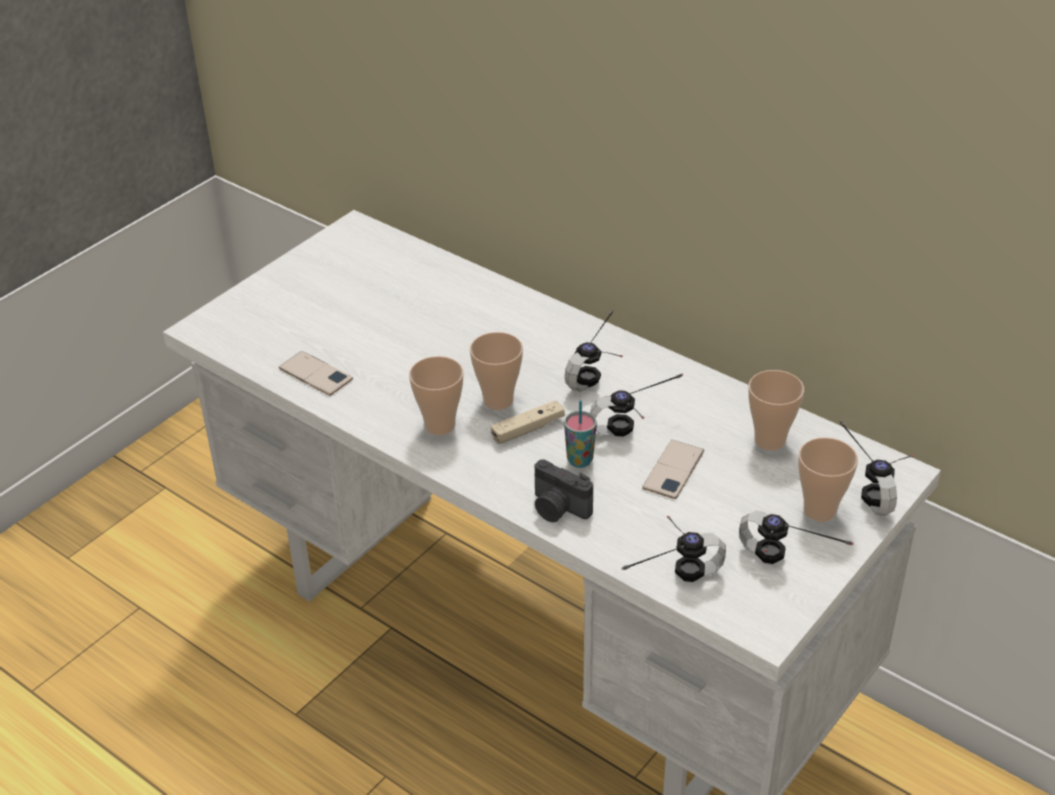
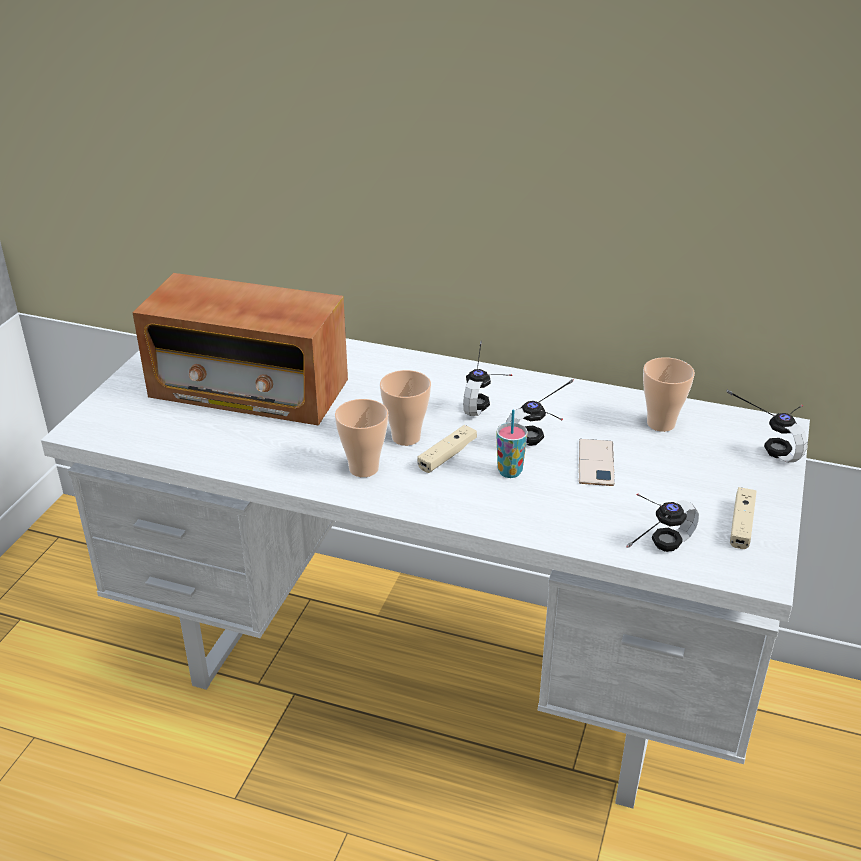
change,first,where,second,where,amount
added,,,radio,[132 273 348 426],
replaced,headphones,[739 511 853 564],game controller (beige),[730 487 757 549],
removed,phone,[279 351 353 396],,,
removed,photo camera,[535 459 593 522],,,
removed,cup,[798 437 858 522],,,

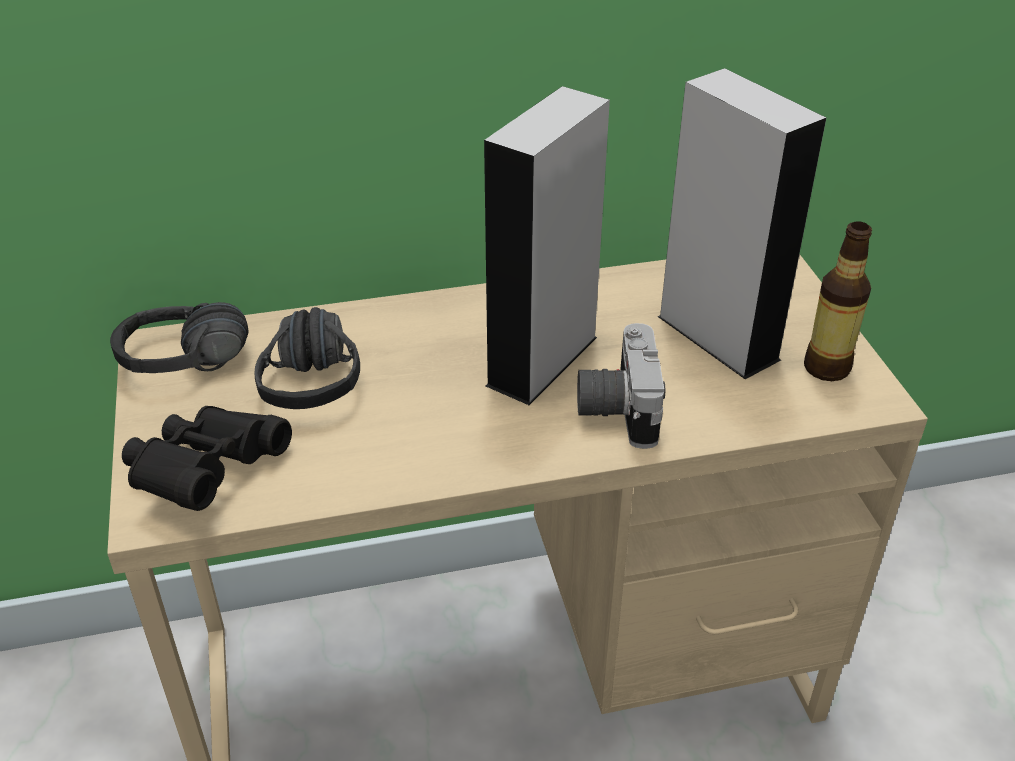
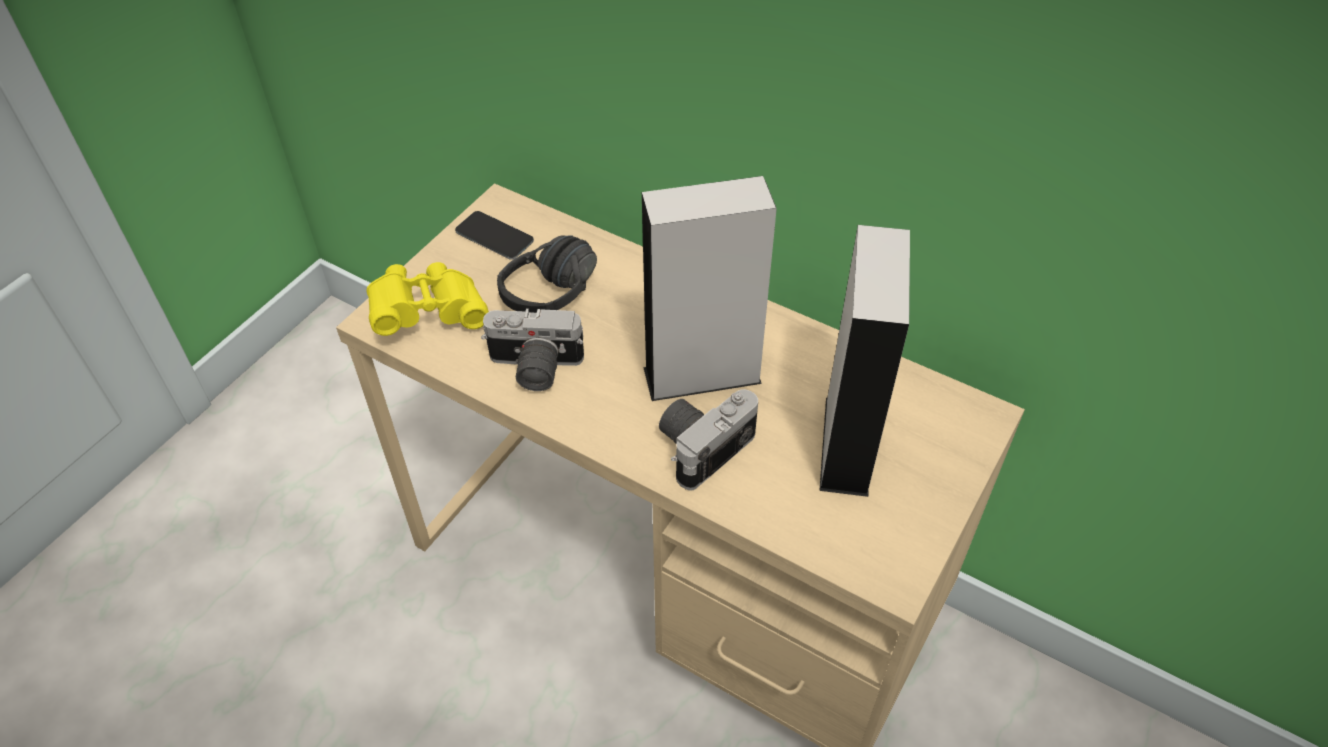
change,first,where,second,where,amount
recoloured,binoculars (black),[122 406 292 511],binoculars (yellow),[367 262 489 336],
replaced,headphones (black),[110 302 248 373],phone,[455 211 534 260],
added,,,photo camera,[481 308 584 391],
removed,bottle,[804 221 872 381],,,

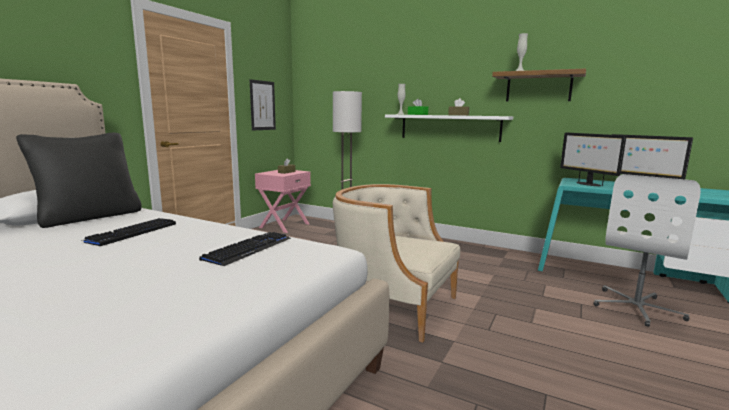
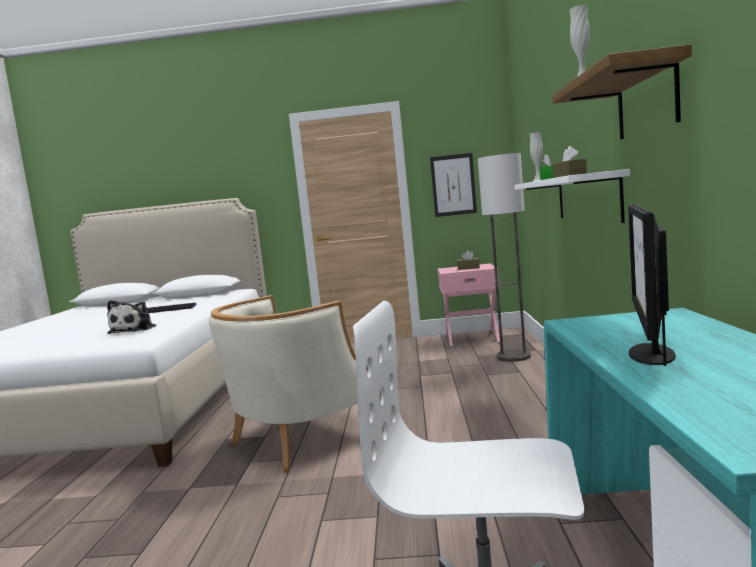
change,first,where,second,where,amount
replaced,keyboard,[199 232 291 266],plush toy,[107 300 156 334],
turned,armchair (beige),[333 184 460 343],,[209 295 381 473],135 degrees counterclockwise
removed,pillow (black),[16 133 142 228],,,
removed,monitor,[560 132 627 186],,,

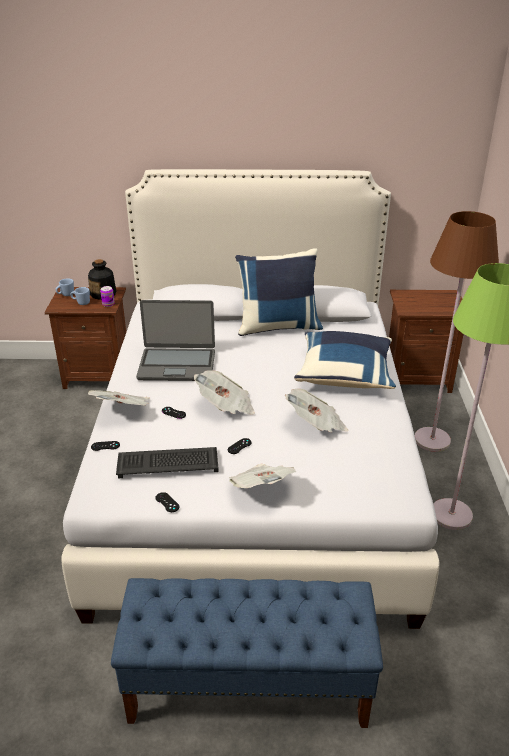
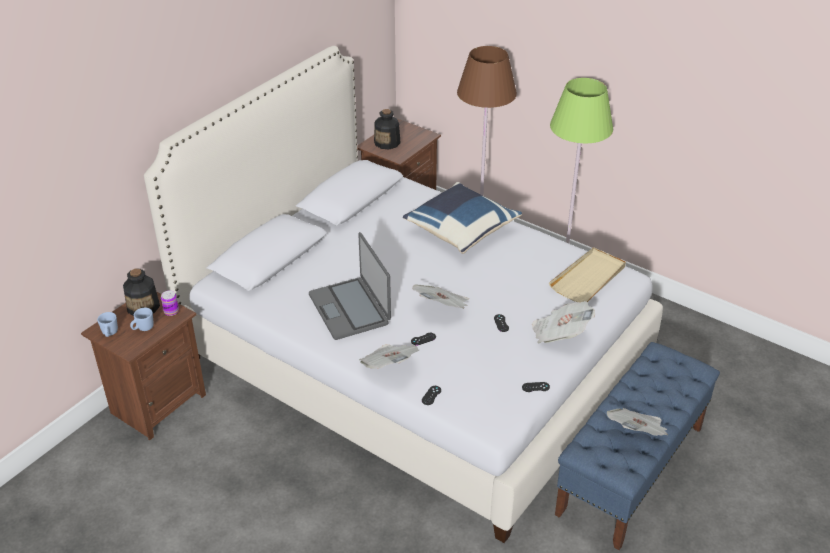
change,first,where,second,where,amount
turned,laptop,[136 300 215 381],,[309 232 391 340],120 degrees clockwise
added,,,bottle,[374 109 401 149],
added,,,tray (beige),[549 247 626 302],
moved,newspaper,[285 389 349 433],,[606 408 668 436],
removed,keyboard,[116 447 219 478],,,
removed,pillow (blue),[235 248 323 336],,,

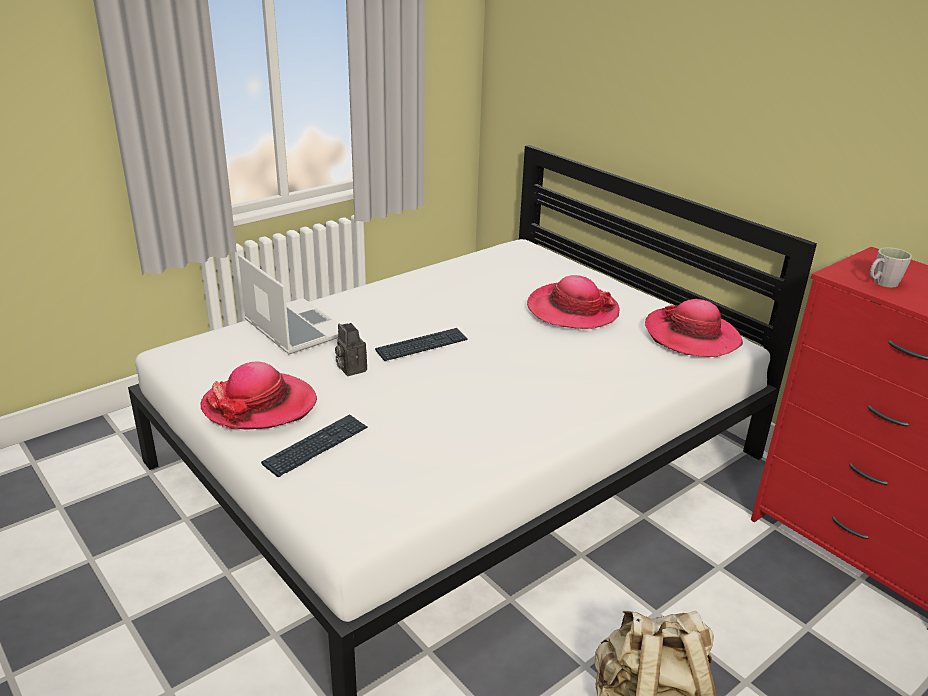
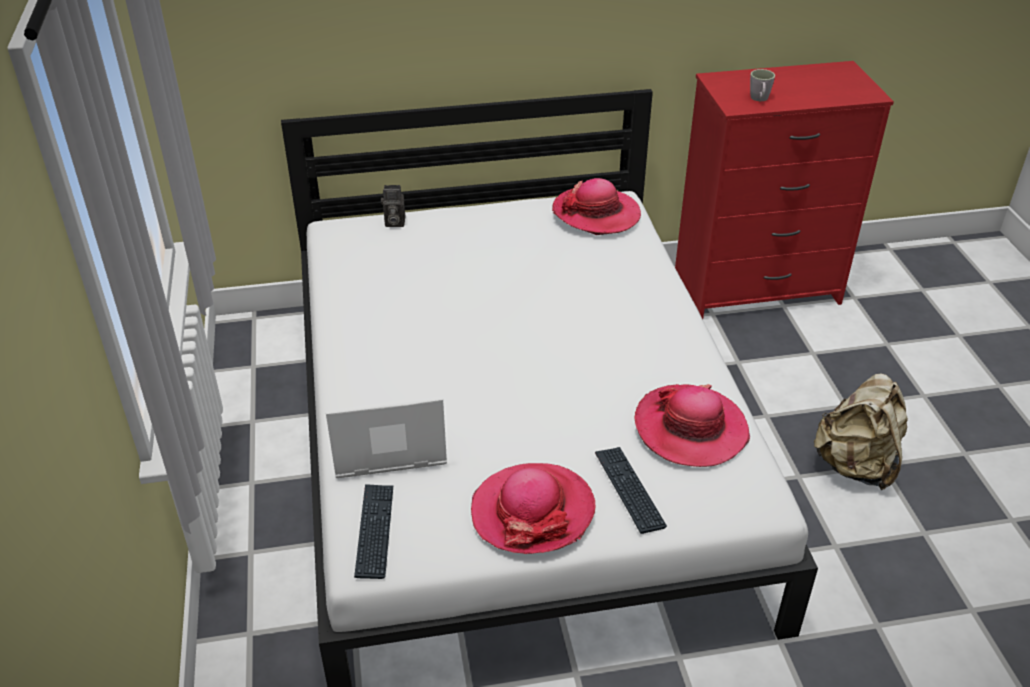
change,first,where,second,where,amount
moved,keyboard,[375 328 468 361],,[354 484 393 579],
moved,photo camera,[335 323 367 376],,[381 185 405 227],
moved,hat,[527 275 620 329],,[635 384 750 467],

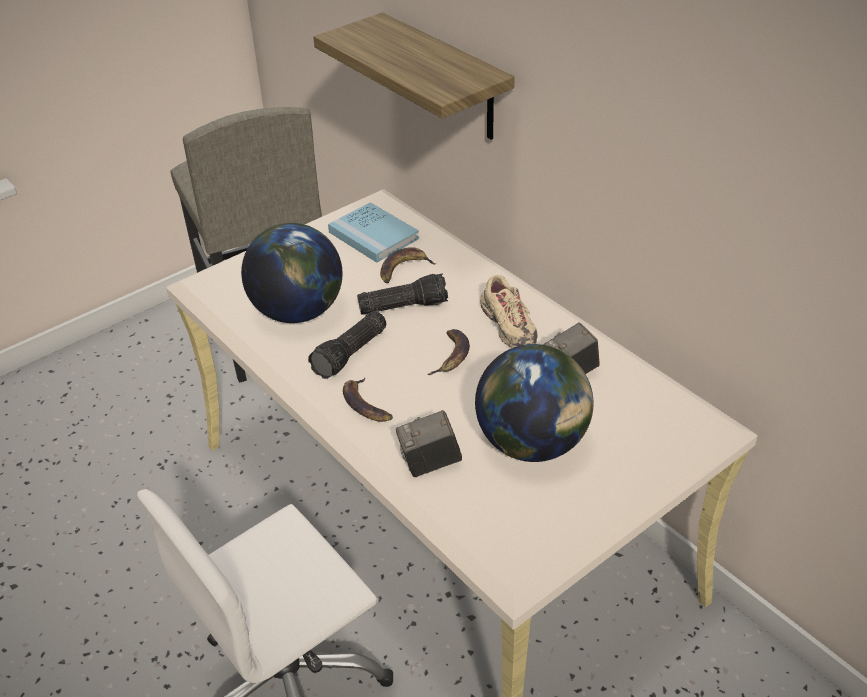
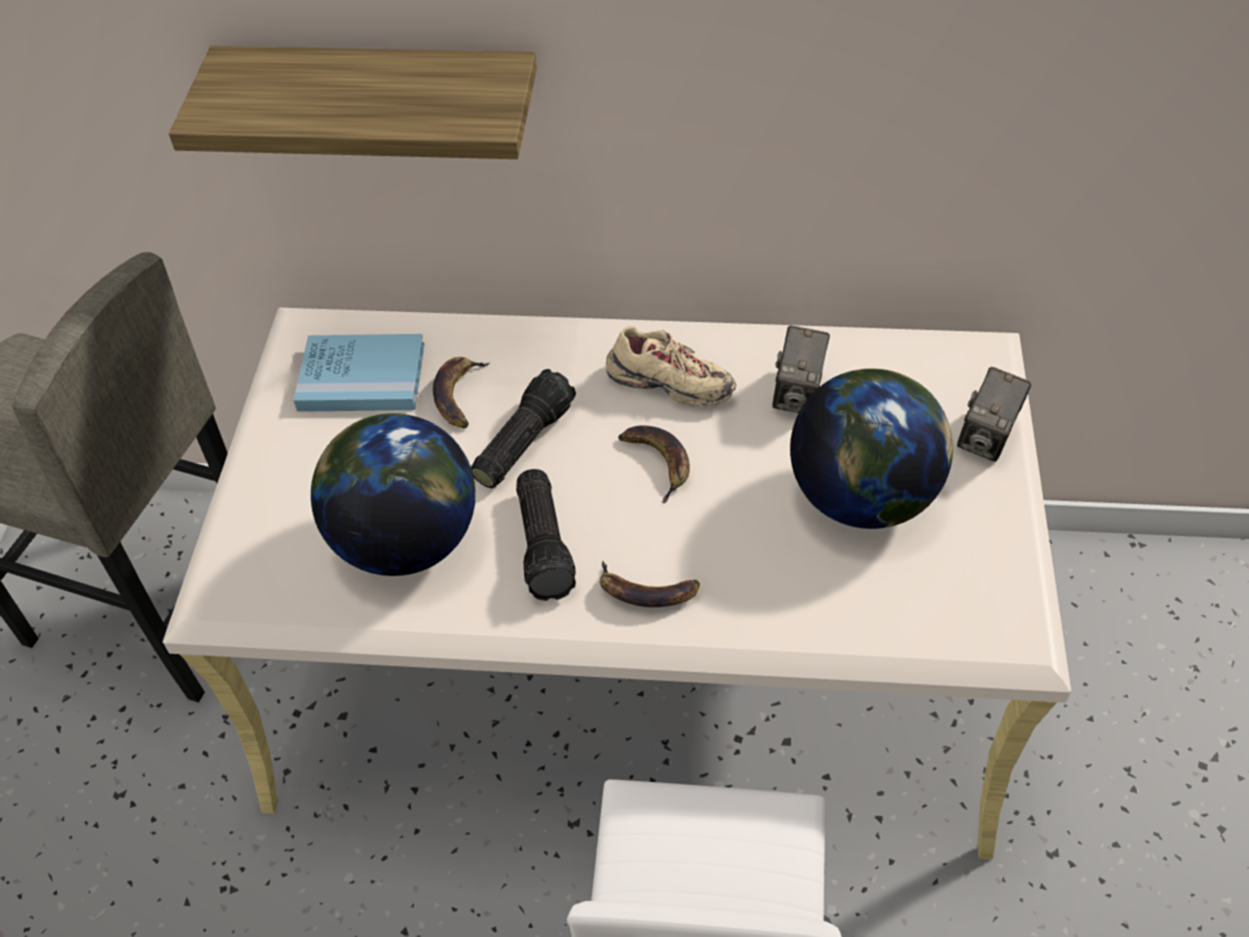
change,first,where,second,where,amount
moved,photo camera,[396 410 462 477],,[957 367 1031 462],

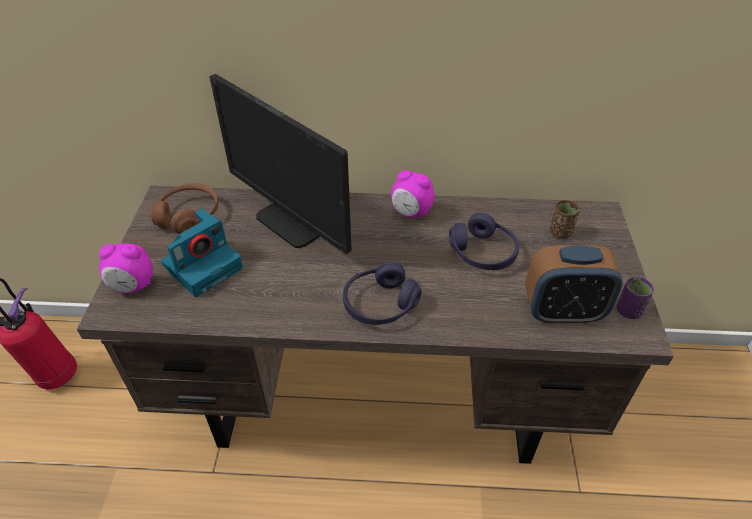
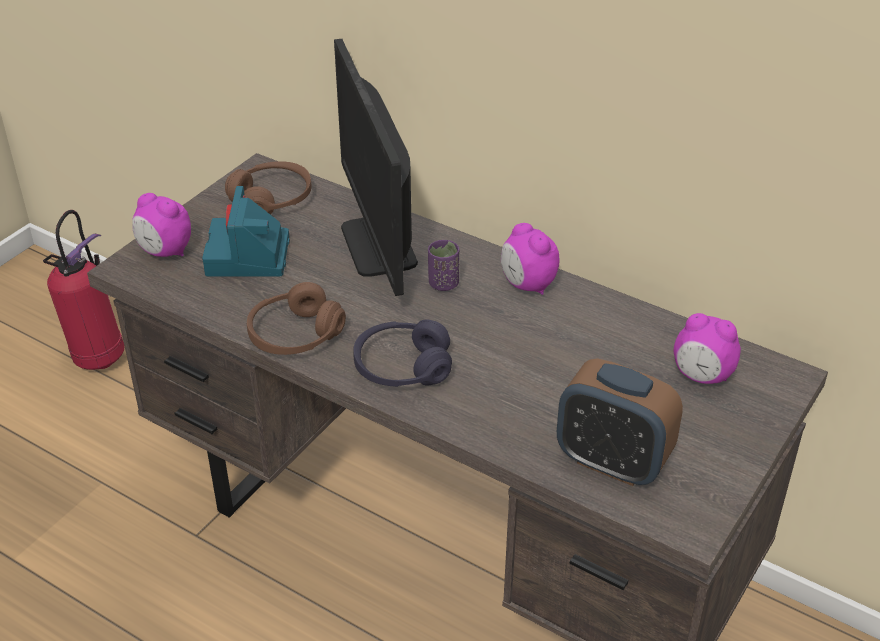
change,first,where,second,where,amount
turned,photo camera,[161 209 243 297],,[202 186 290 276],105 degrees clockwise
added,,,headphones (brown),[247 282 346 355],
moved,cup (purple),[616 277 654 319],,[428 240 459 291],
replaced,cup (brown),[549 200 580 238],alarm clock,[674 313 741 384],
removed,headphones (purple),[449 213 519 270],,,

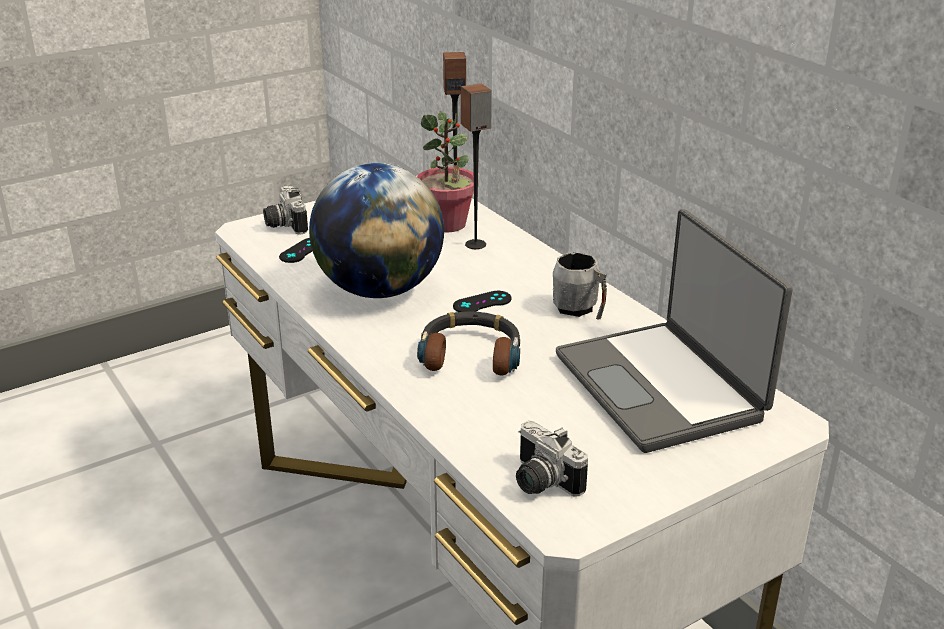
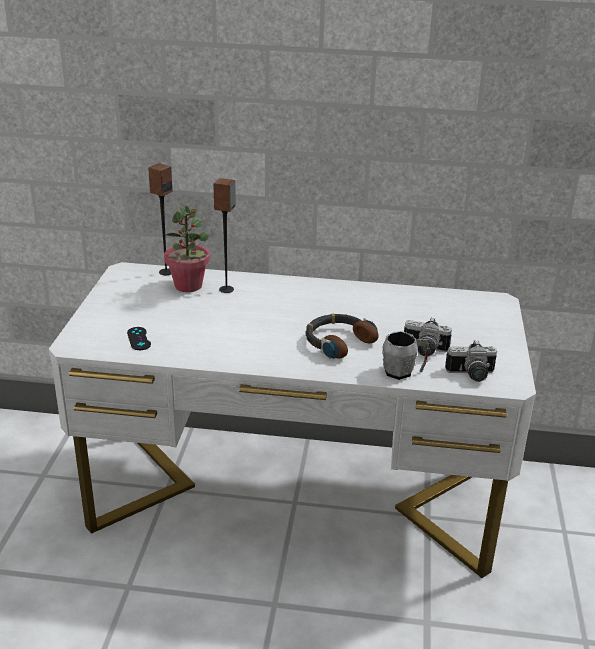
change,first,where,second,where,amount
moved,mug (grey),[553 252 607 319],,[382 331 430 380],
moved,photo camera,[263 186 308 235],,[404 317 452 356],
removed,globe,[309 163 444 298],,,
removed,game controller (black),[453 291 512 312],,,
removed,laptop,[556 209 793 453],,,

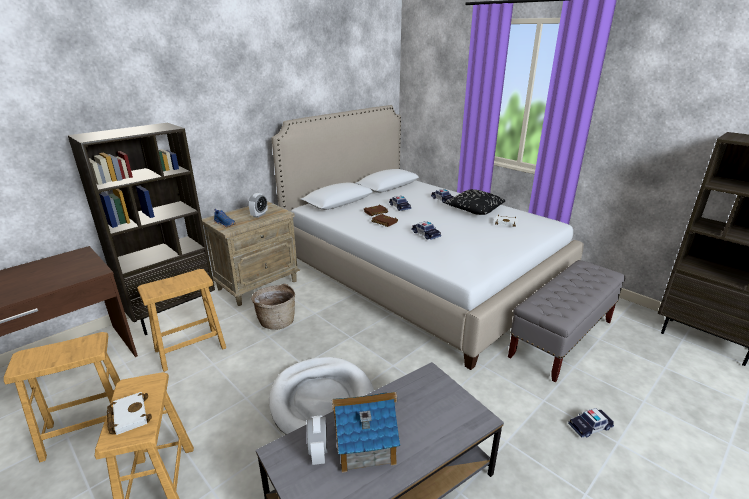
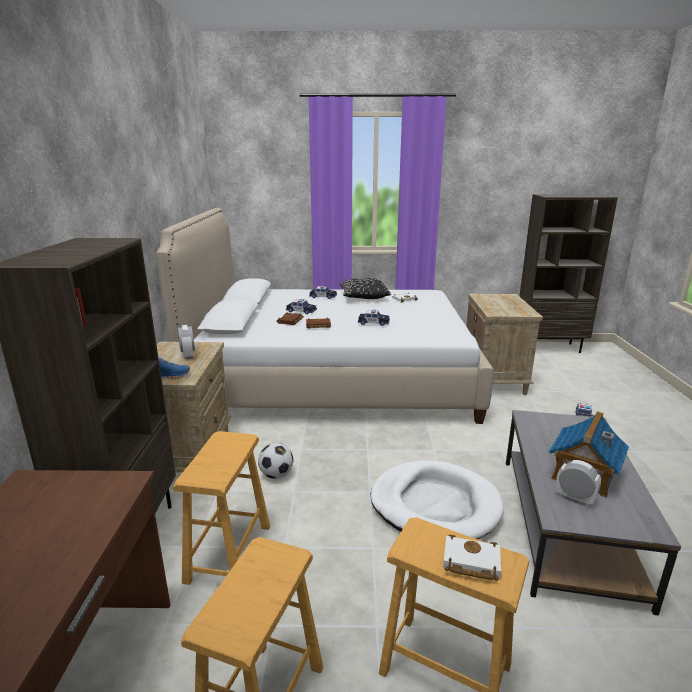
change,first,where,second,where,amount
replaced,basket,[251 284 295 330],football,[258 443 293 479],
replaced,bench (grey),[508 260 625 382],nightstand (beige),[466 294 543 395],

